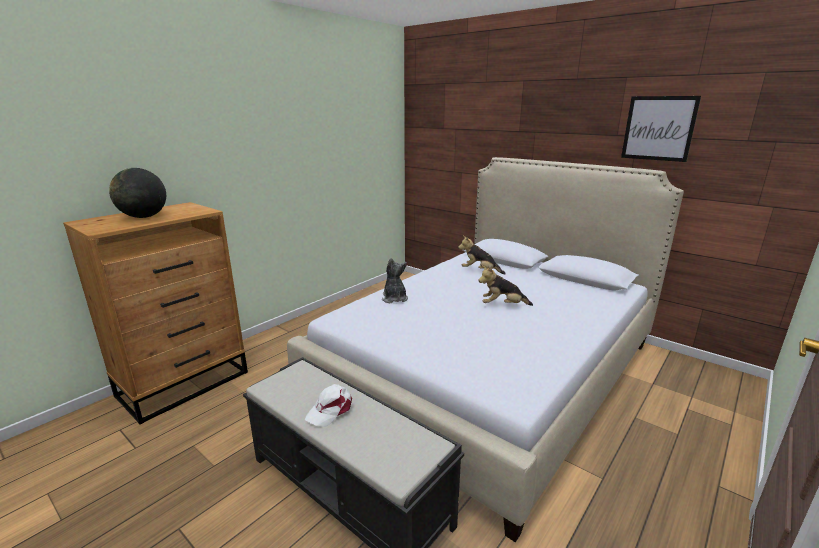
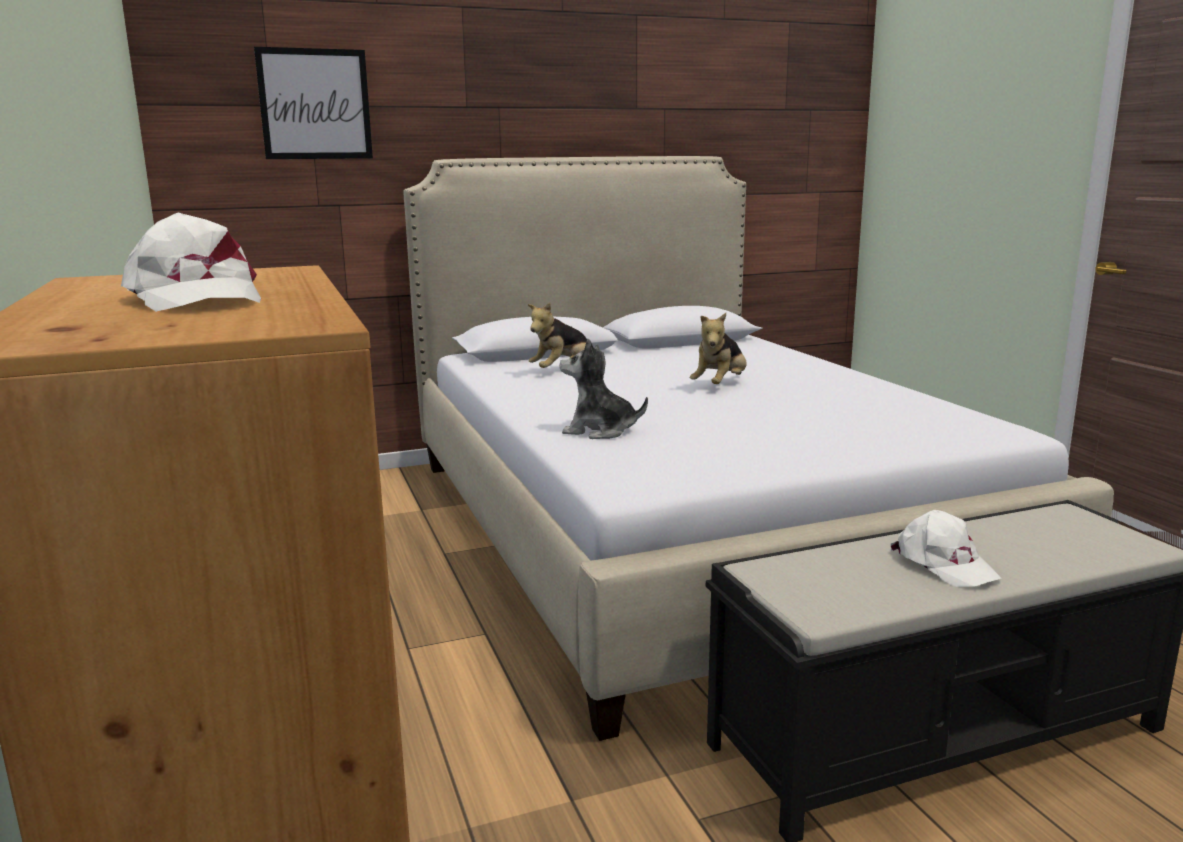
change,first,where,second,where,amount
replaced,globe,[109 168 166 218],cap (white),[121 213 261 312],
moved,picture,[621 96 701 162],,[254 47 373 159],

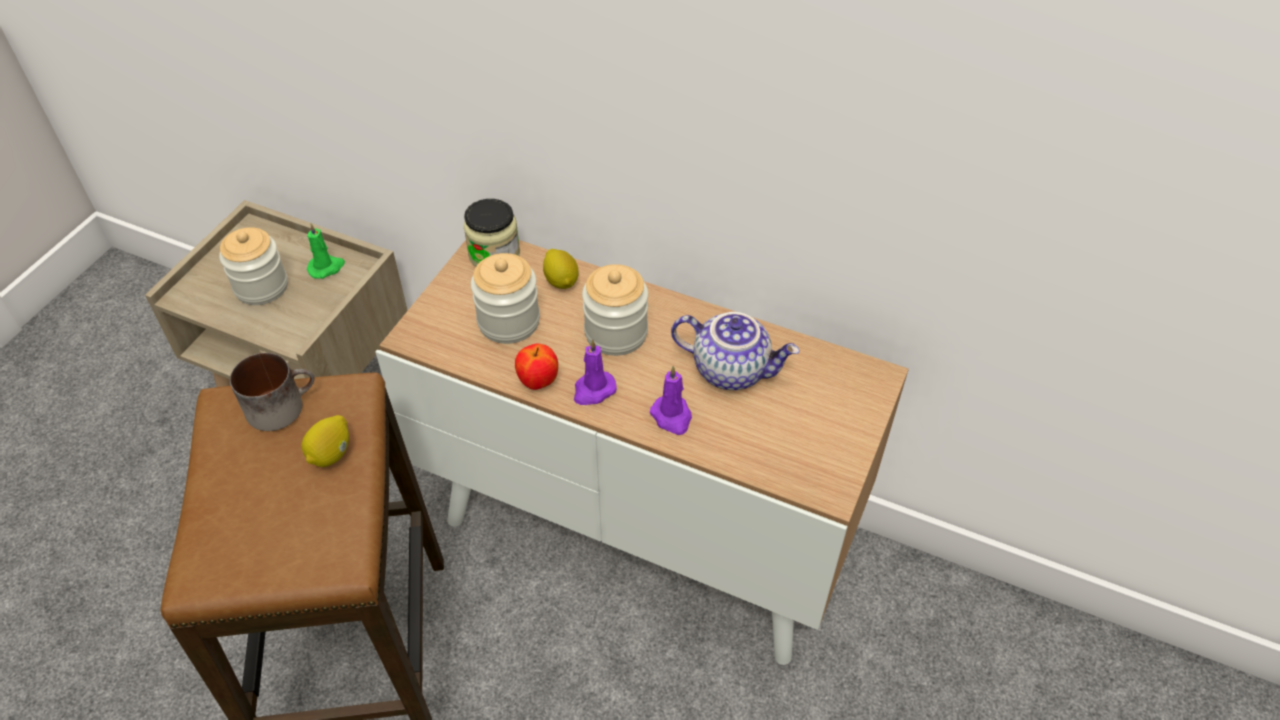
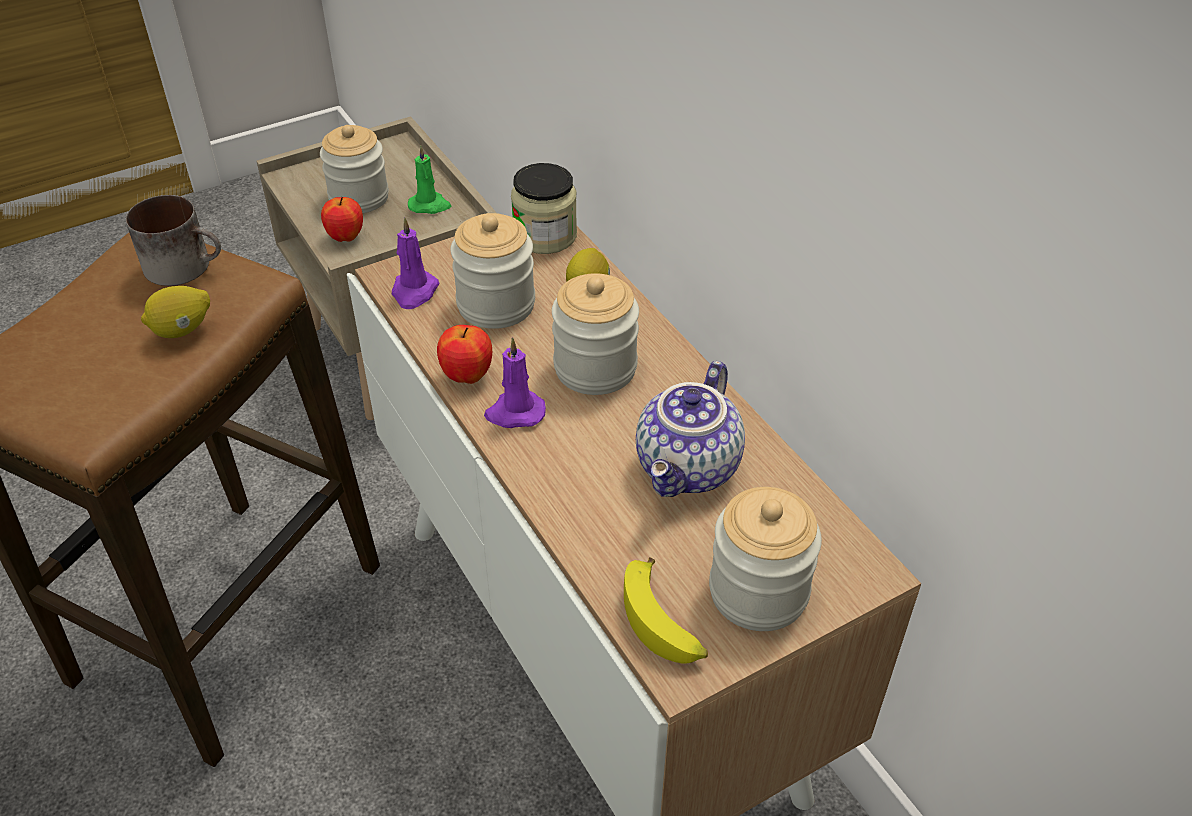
change,first,where,second,where,amount
added,,,apple,[321 197 363 242],
moved,candle (purple),[650 366 692 435],,[392 217 439 309],
added,,,banana,[624 557 708 664],
turned,teapot,[671 312 800 390],,[636 361 745 497],60 degrees clockwise
added,,,jar,[709 487 822 631],

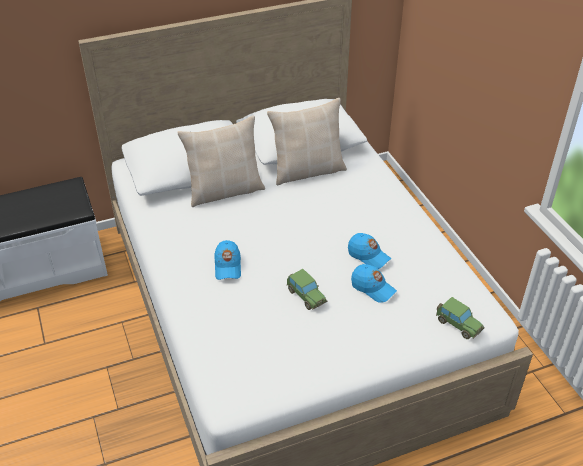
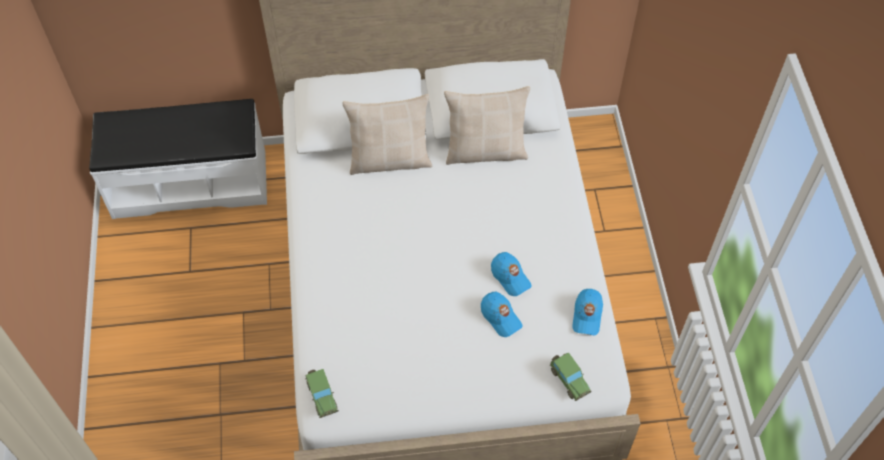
change,first,where,second,where,amount
moved,toy car,[287 269 328 310],,[305 369 339 418],
moved,cap (blue),[214 240 241 280],,[572 289 603 335],

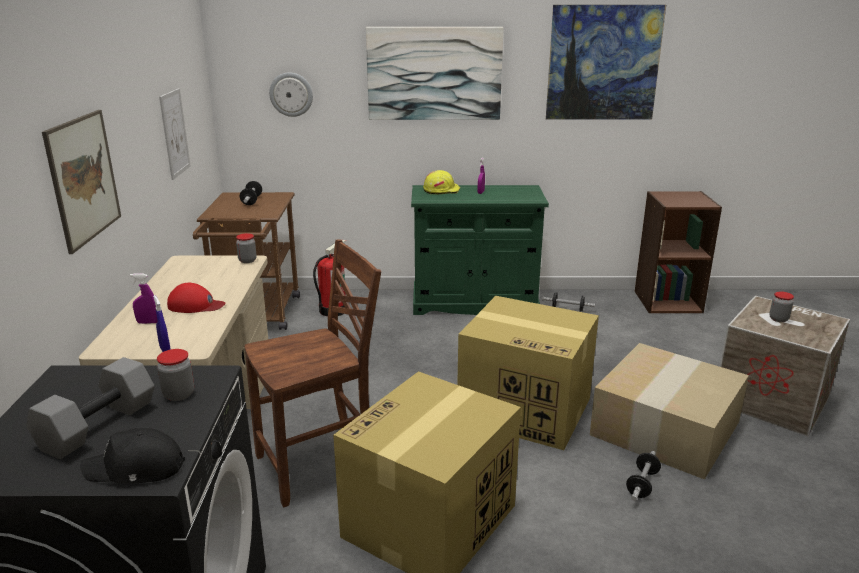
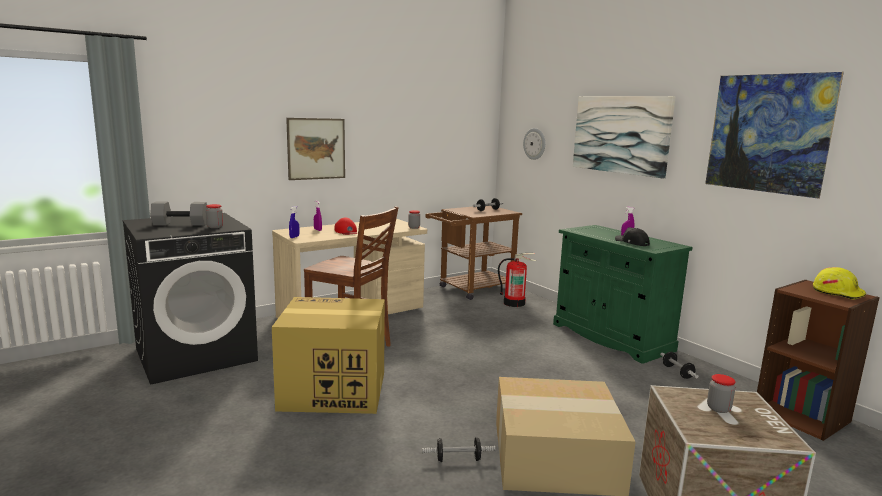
change,first,where,second,where,amount
moved,cap (black),[80 428 185 484],,[615 227 650 246],
moved,hard hat (yellow),[423 170 460 194],,[813 267 866 300],
removed,picture,[159 88 191 180],,,
removed,cardboard box,[457 296 599 450],,,

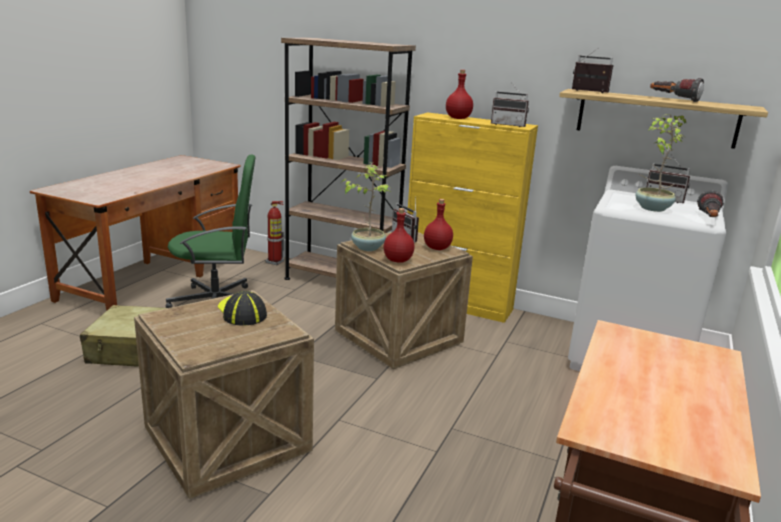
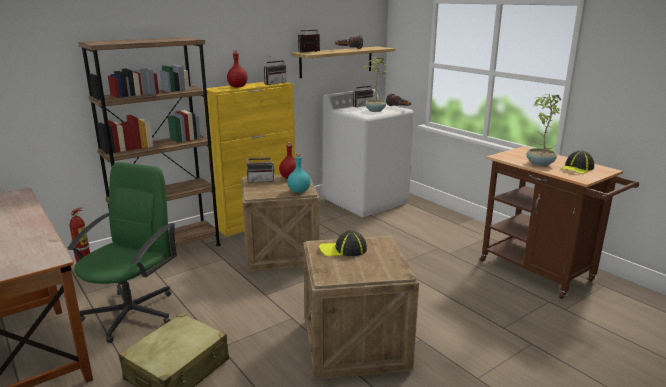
change,first,where,second,where,amount
recoloured,bottle (red),[384 208 415 263],bottle (turquoise),[287 153 311 193],
moved,potted plant,[342 164 391 251],,[527 94 563 167],
added,,,cap,[560 150 594 174],

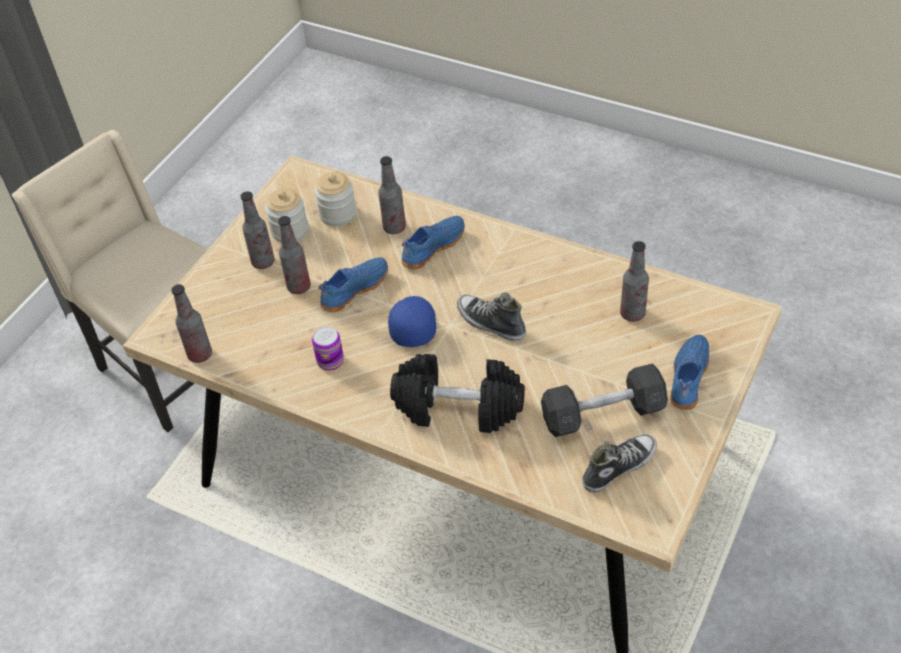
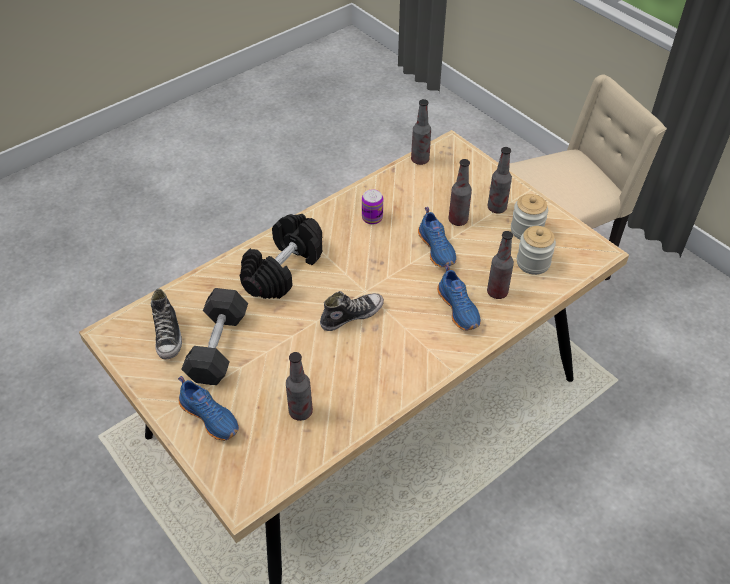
change,first,where,second,where,amount
removed,cap (blue),[388 296 436 347],,,

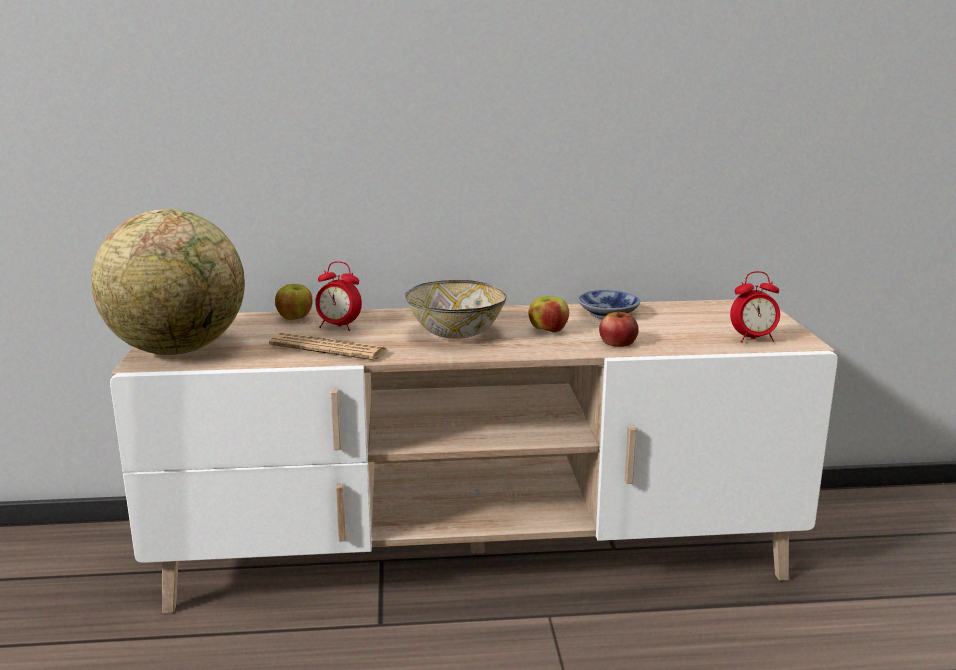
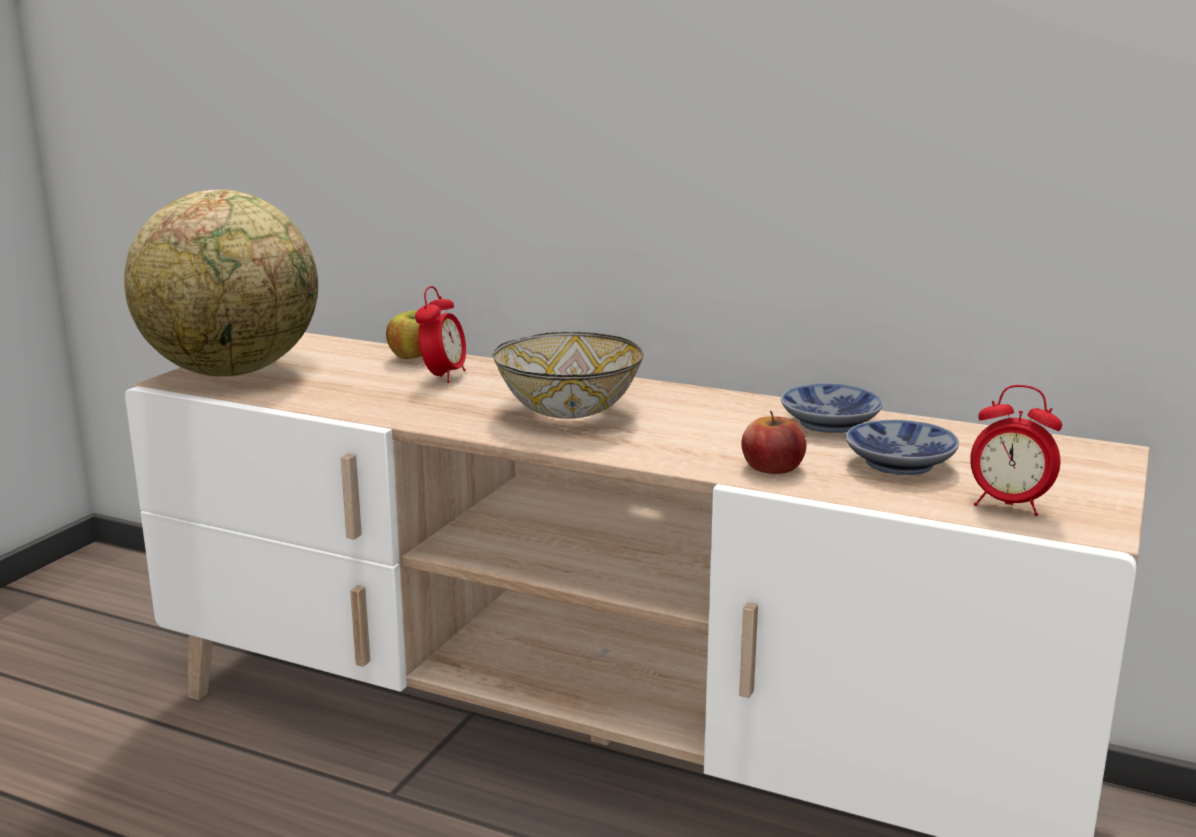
change,first,where,second,where,amount
turned,alarm clock,[315 261 362 331],,[415 286 466 383],120 degrees counterclockwise
added,,,bowl,[845 420 959 475],
removed,newspaper,[269 332 388 360],,,
removed,apple,[528 296 569 332],,,

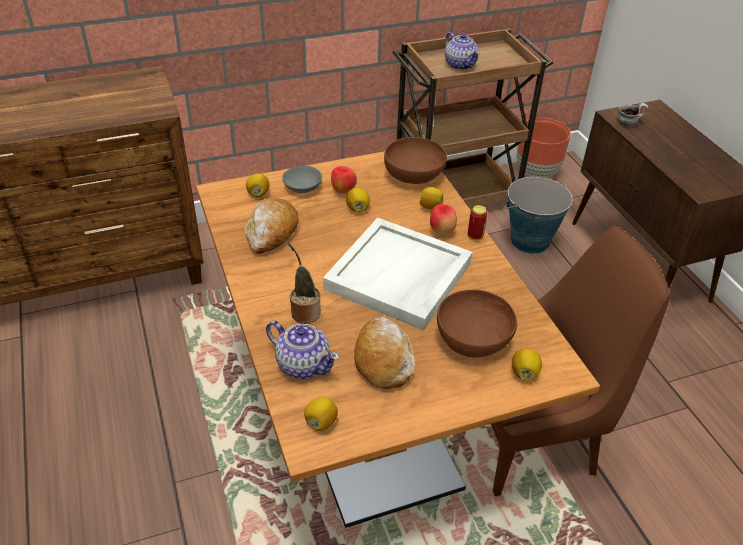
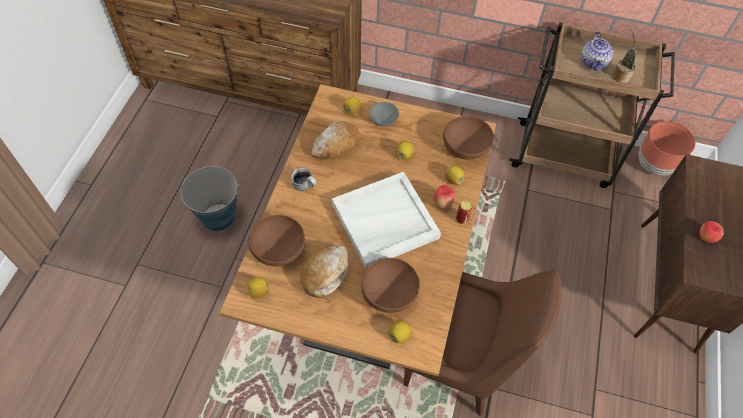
change,first,where,second,where,amount
moved,bucket,[504 177 572 254],,[180 166 240 231],
replaced,teapot,[266 321 340 379],bowl (brown),[249 215 305 266],
moved,mug,[618 103 648 126],,[291 168 317 191],
moved,potted plant,[288 243 321 324],,[612 32 636 83],
moved,apple,[331 166 357 194],,[700 221 724 243],

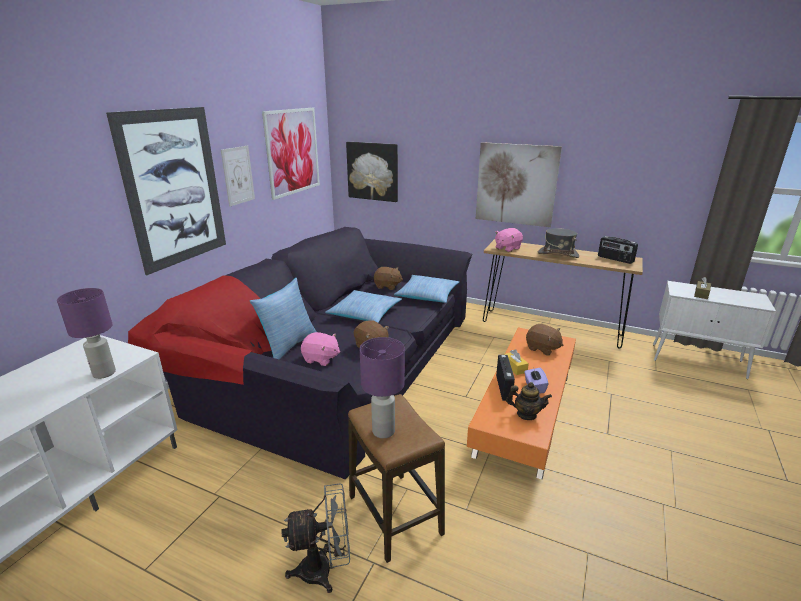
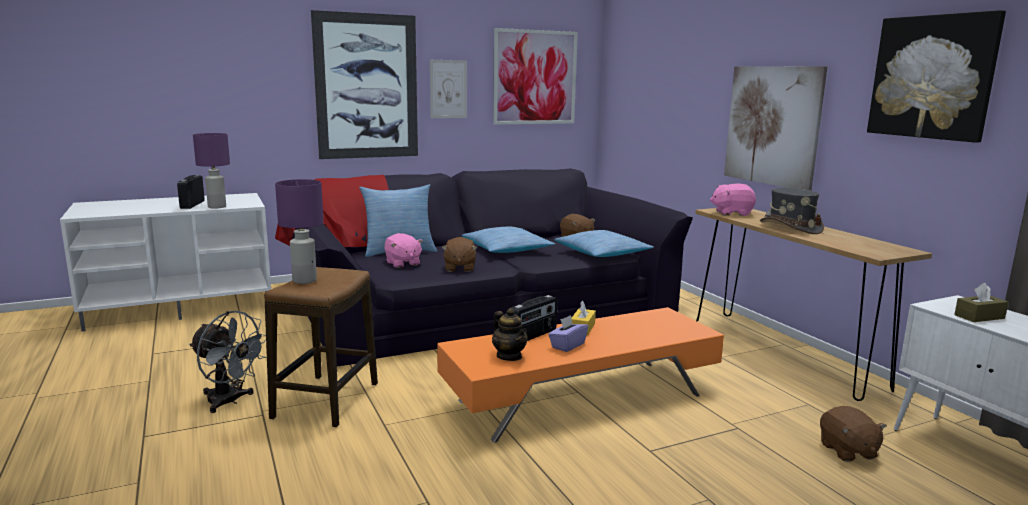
change,first,where,second,where,amount
moved,radio,[598 236 638 264],,[177 175 205 209],
moved,plush toy (brown),[526 324 563 356],,[820 406 887 462],
moved,picture,[346 142 398 202],,[867 10 1006 143],

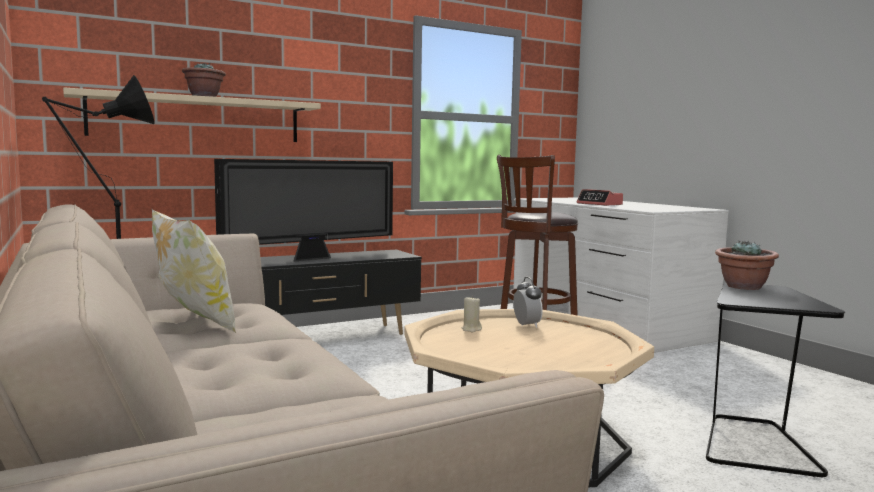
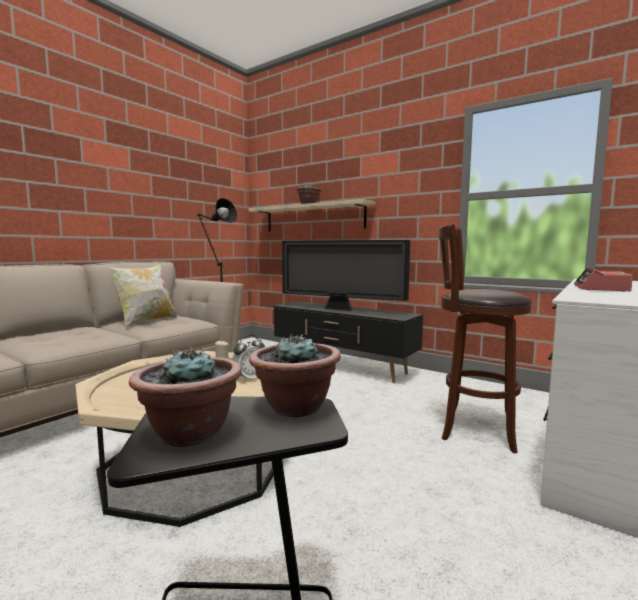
change,first,where,second,where,amount
added,,,potted plant,[129 346 242 447],

